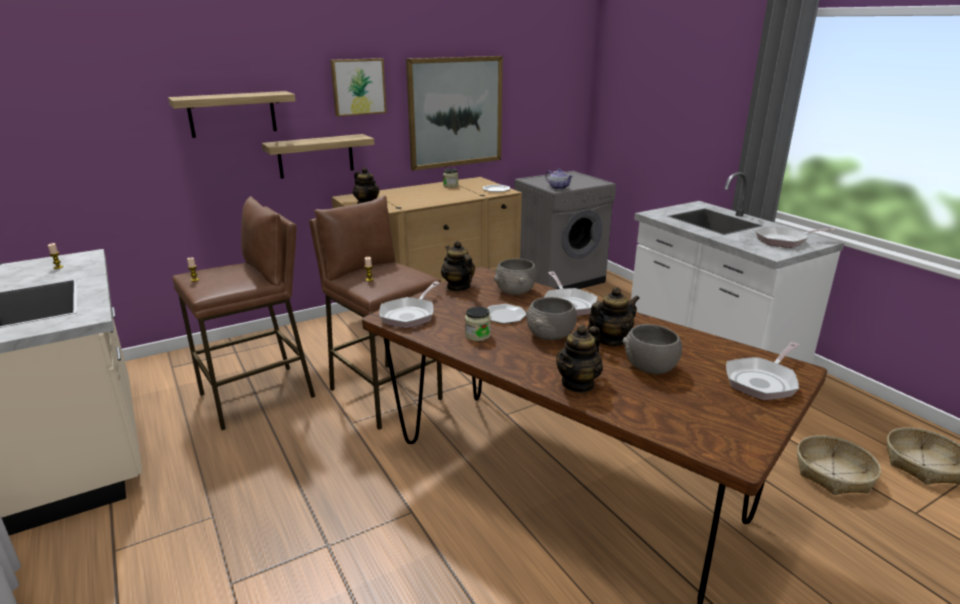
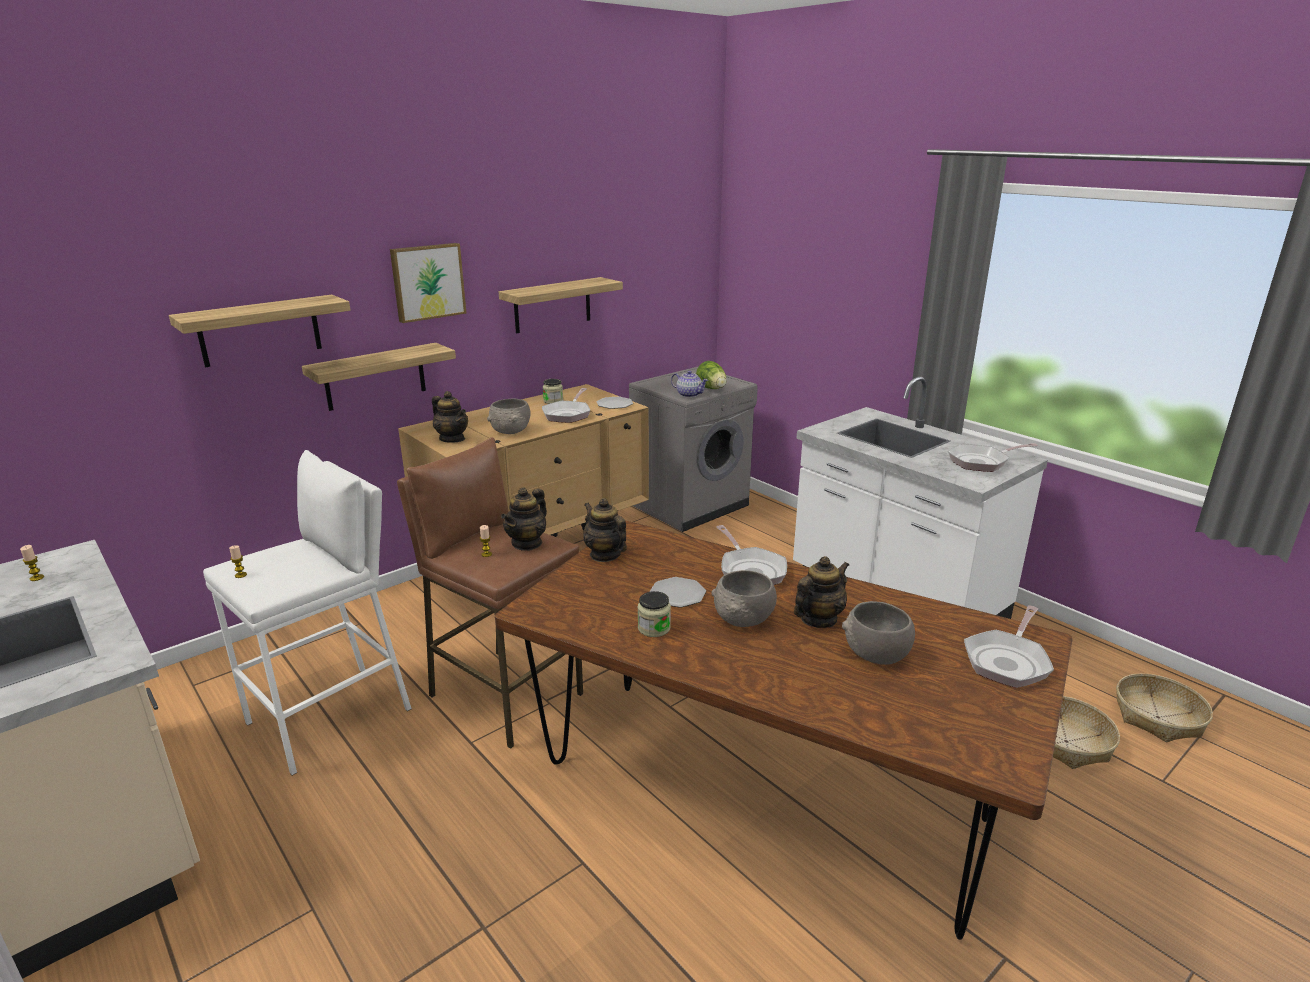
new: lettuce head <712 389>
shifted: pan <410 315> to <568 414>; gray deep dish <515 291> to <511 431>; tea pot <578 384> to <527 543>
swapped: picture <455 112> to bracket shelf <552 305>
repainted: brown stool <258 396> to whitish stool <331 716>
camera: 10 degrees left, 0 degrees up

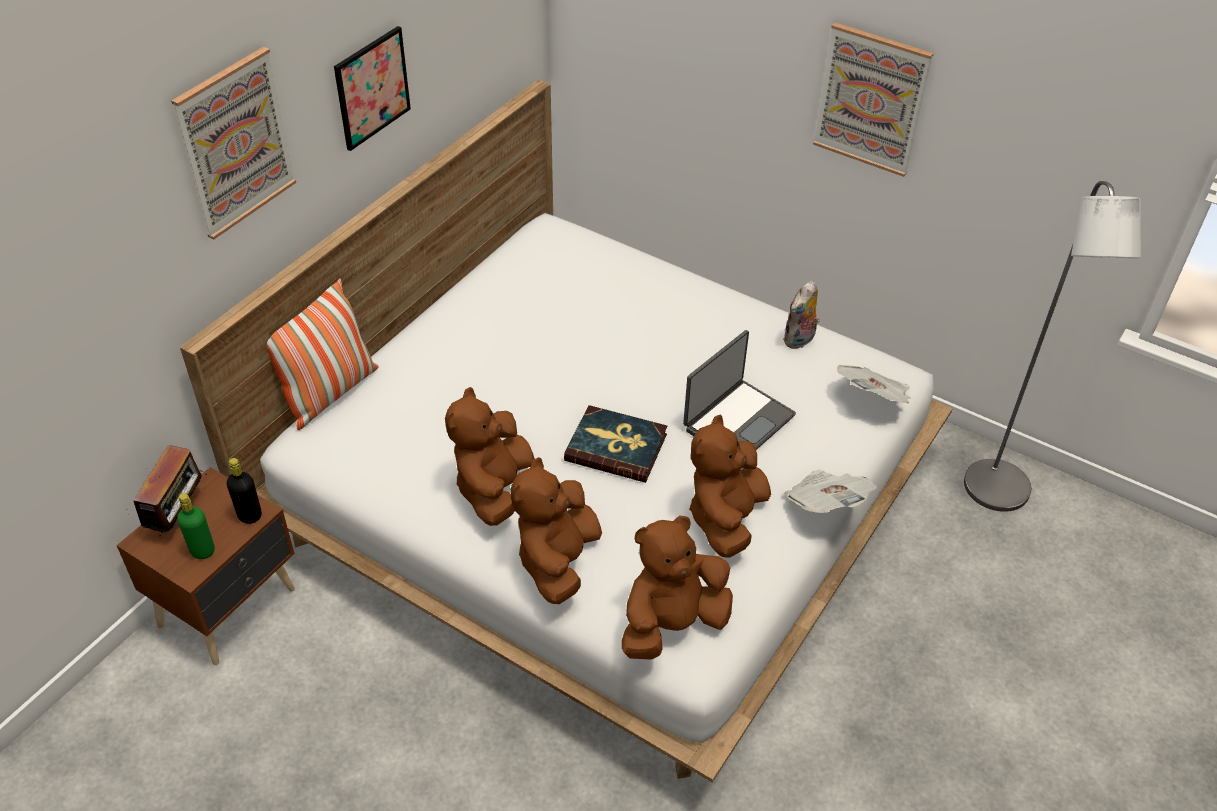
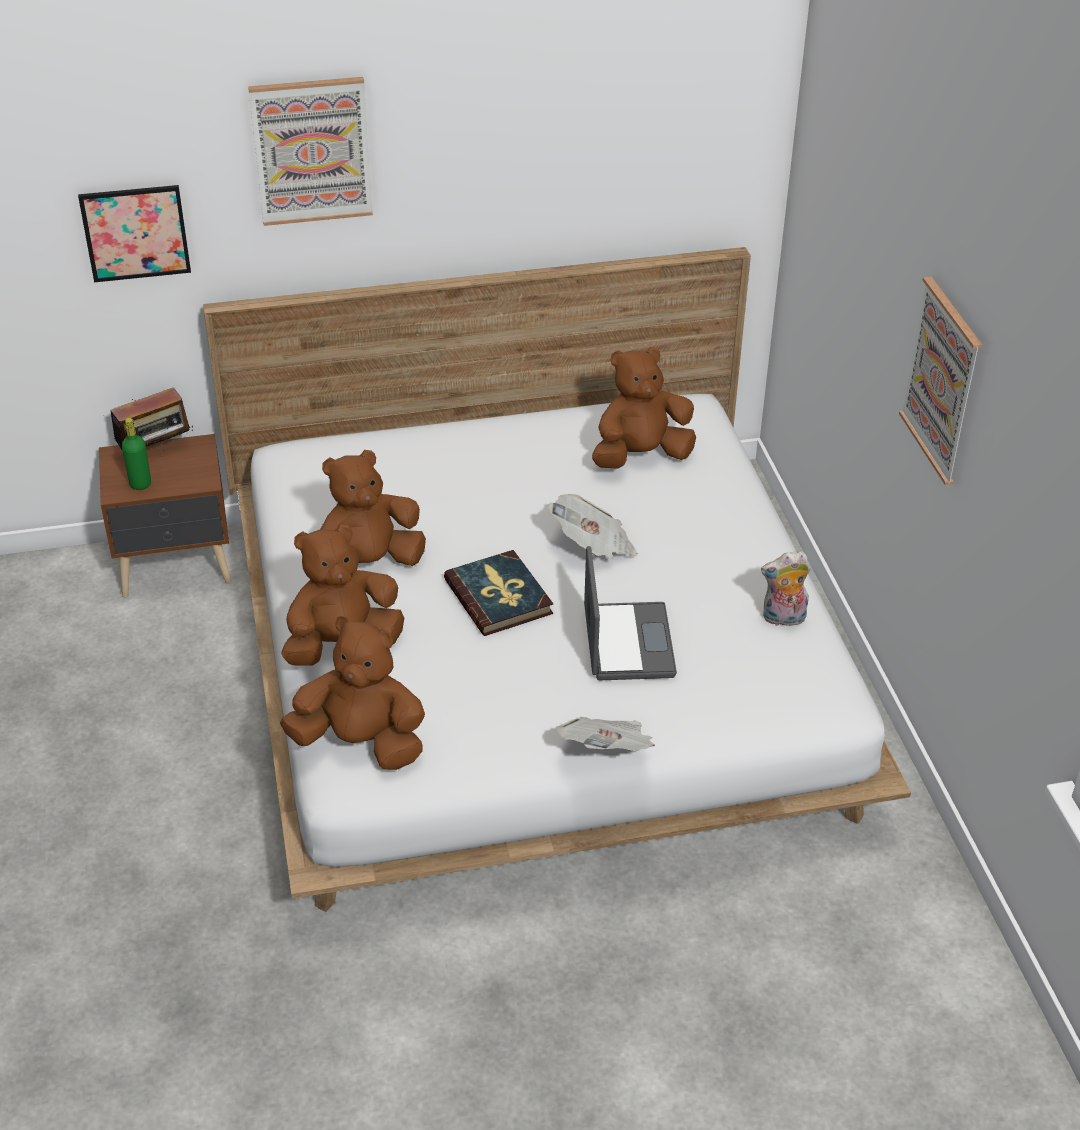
gone: blackish drink bottle <250 515>; throw pillow <329 393>; gray standard lamp <999 496>
shifted: picture <372 88> to <135 233>; brown plush toy <726 518> to <640 456>; printed paper <874 398> to <593 546>
rotated: notebook computer <737 421> = <626 643> 90 degrees counterclockwise
camera: 45 degrees right, 5 degrees down

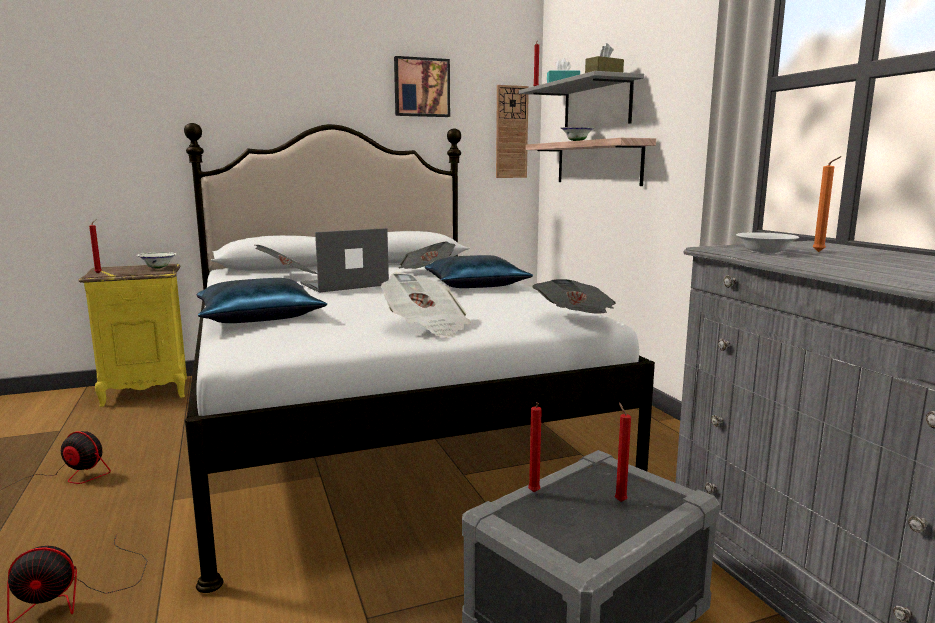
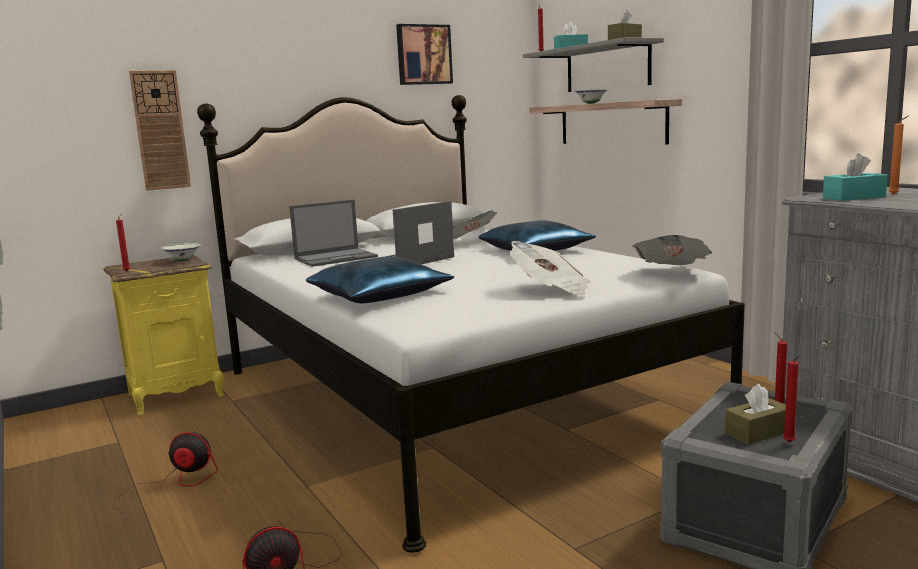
new: brown box of tissues <757 432>
shifted: clock on the wall <511 132> to <160 130>; reddish wax light <534 493> to <789 443>
swapped: printed paper <288 276> to notebook computer <336 258>; whitish deep dish <765 251> to turquoise-coloured box of tissues <853 197>
camera: 10 degrees left, 0 degrees up

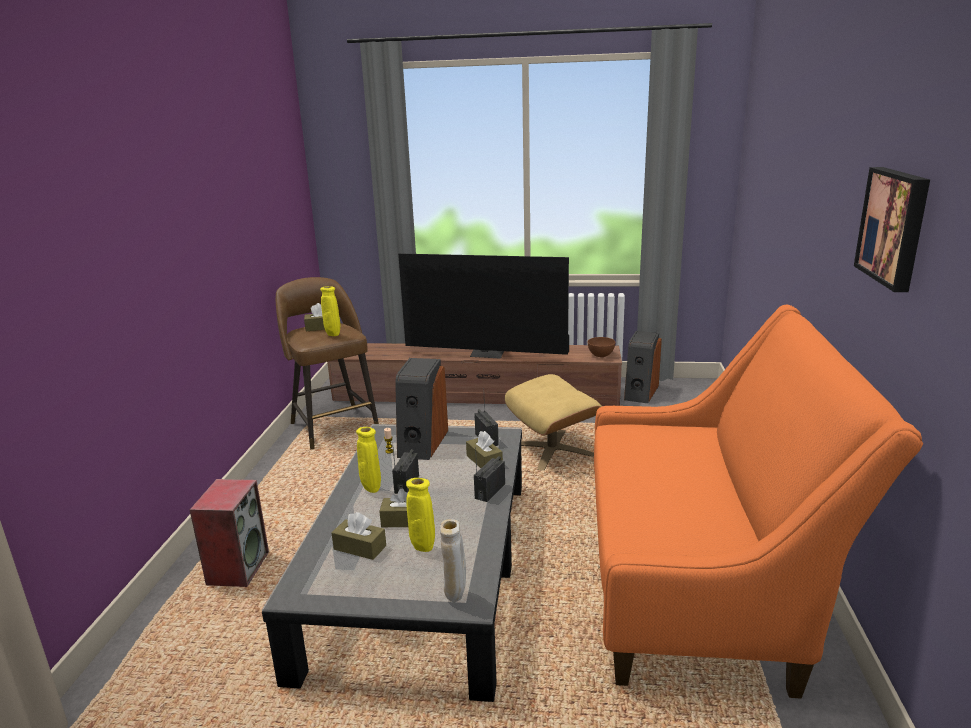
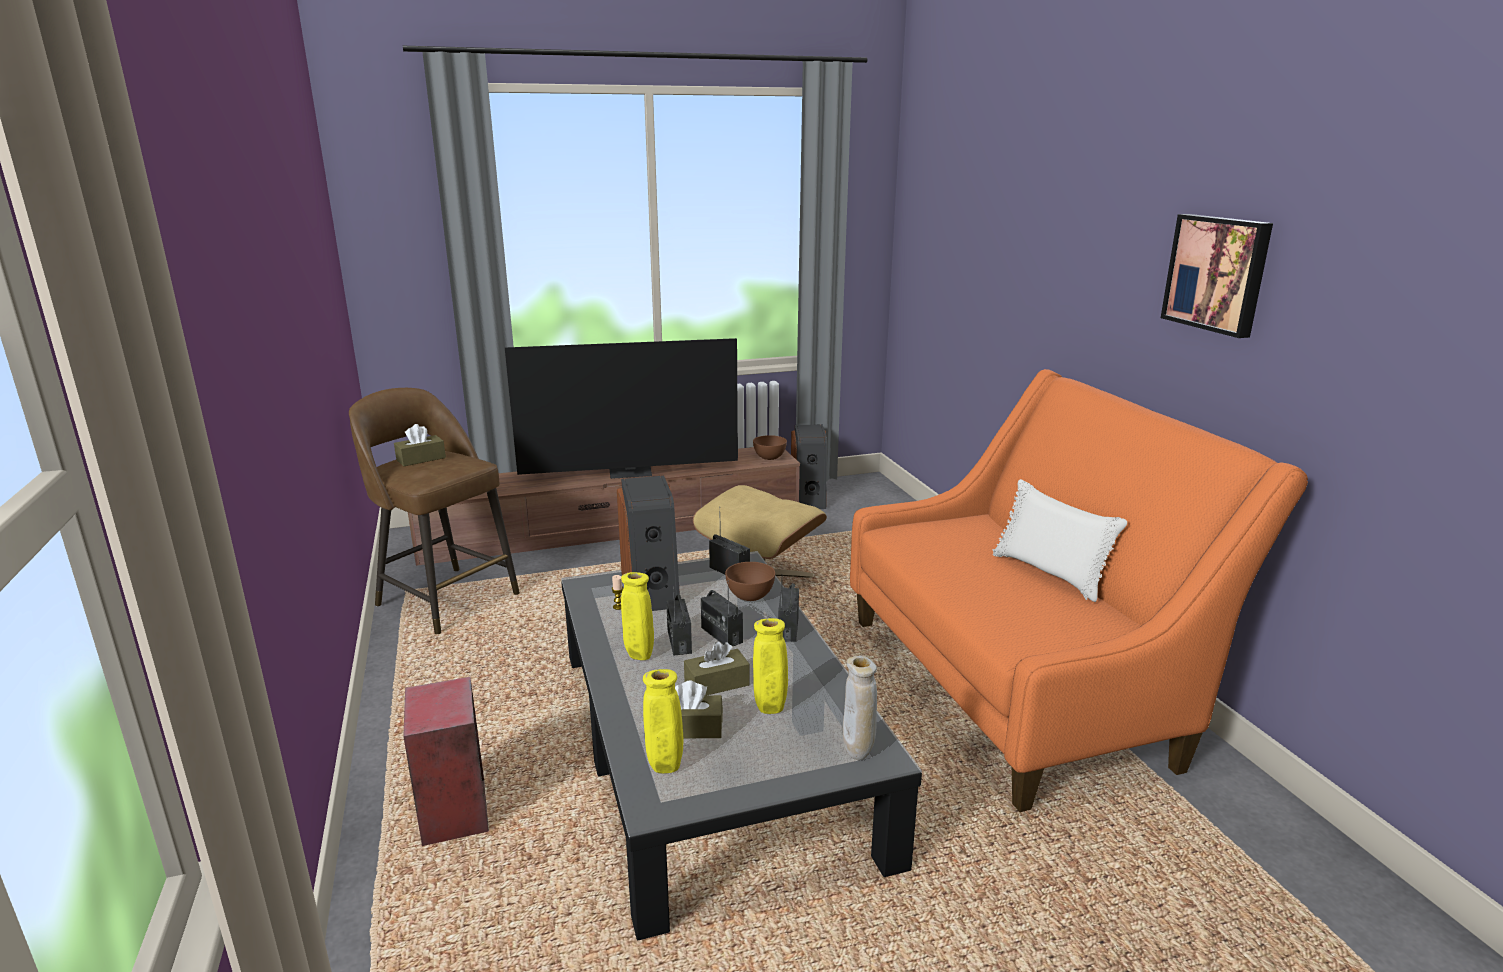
new: radio receiver <721 635>; whitish throw pillow <1050 574>
shifted: yellow-coloured flower vase <333 335> to <665 769>
swapped: brown box of tissues <484 461> to brown deep dish <749 596>
camera: 25 degrees left, 0 degrees up

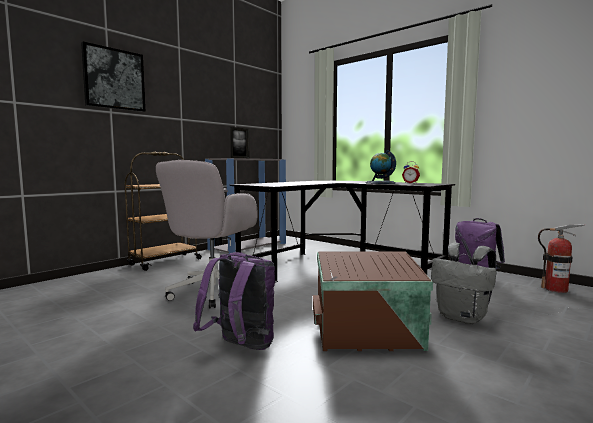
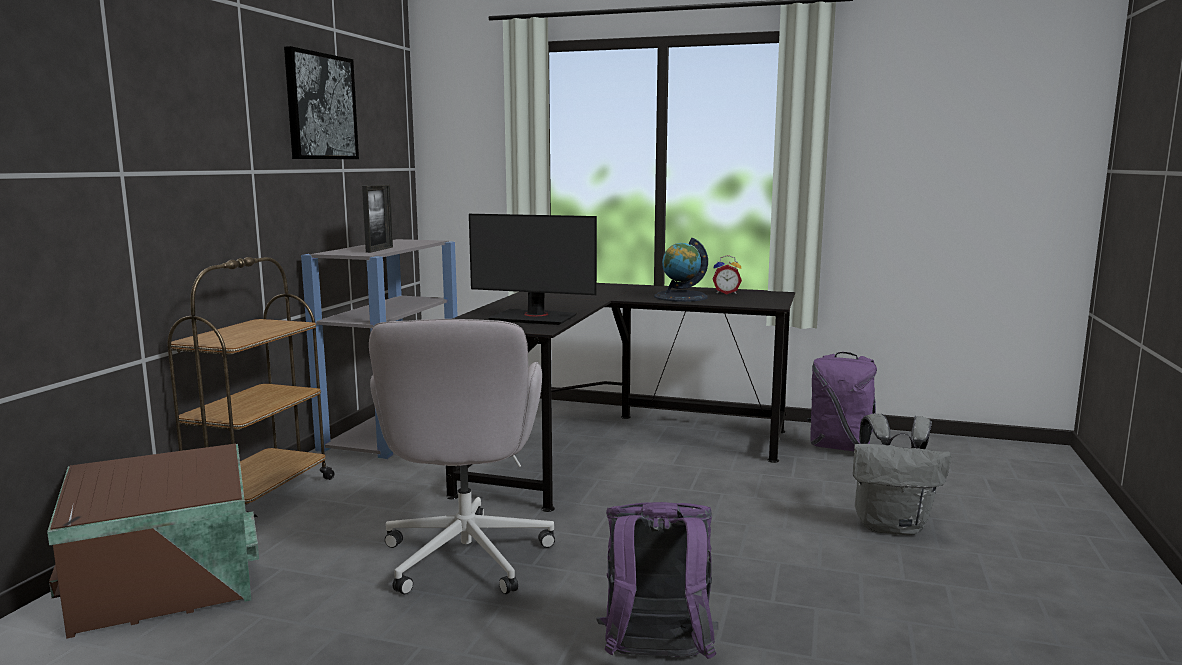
gone: extinguisher <556 289>
new: monitor <534 318>
shifted: picture <114 79> to <320 107>; brown storage container <368 332> to <167 587>
camera: 25 degrees left, 5 degrees up

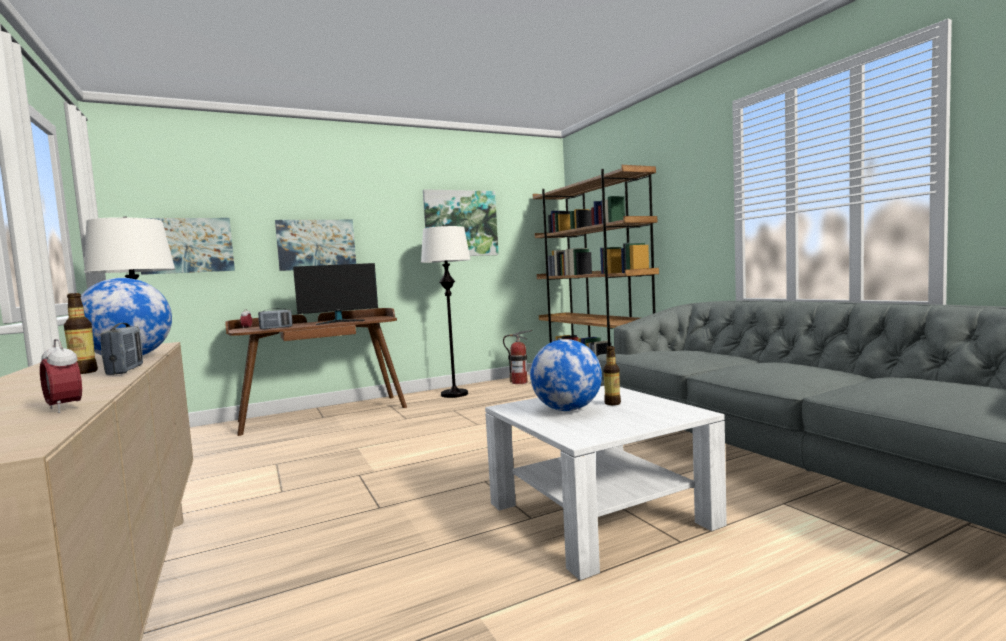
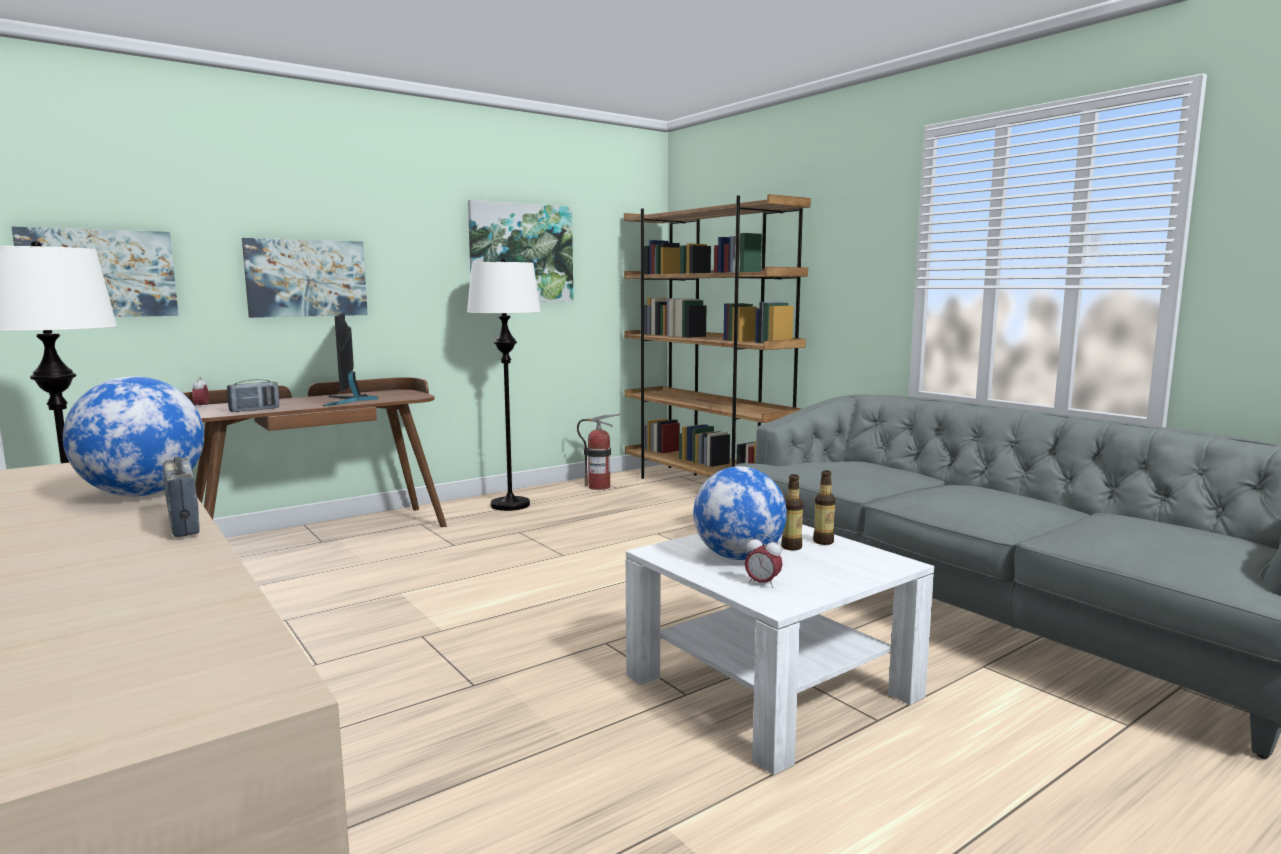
shifted: table clock <65 409> to <762 584>; drink bottle <84 372> to <823 542>
rotated: monitor <339 322> = <348 400> 105 degrees clockwise
camera: 10 degrees left, 5 degrees up

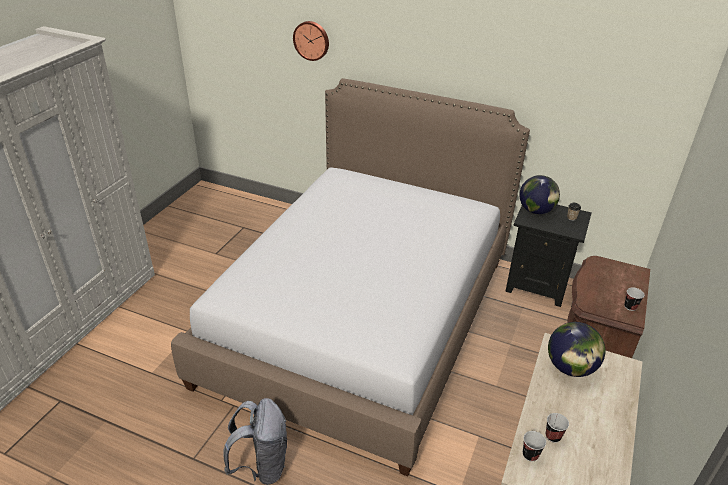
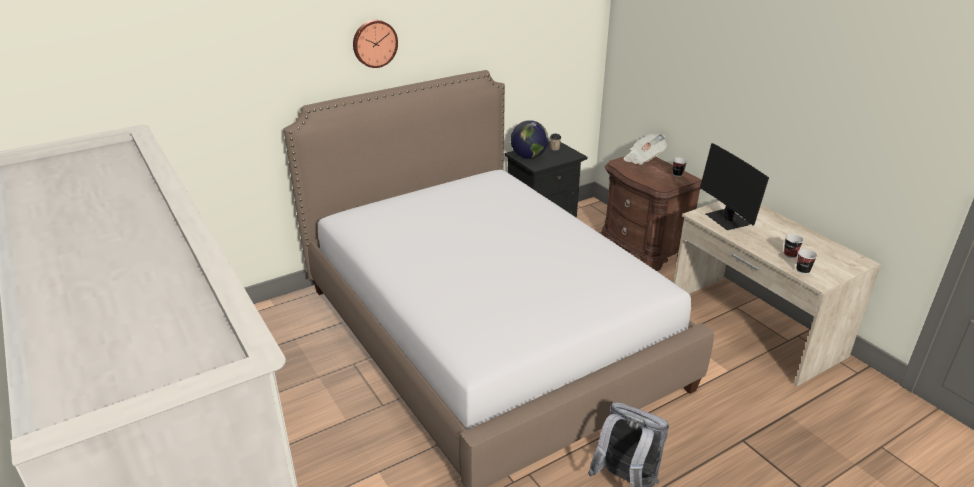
new: printed paper <643 159>
shifted: clock on the wall <311 40> to <374 43>
swapped: globe <570 368> to monitor <727 220>
camera: 55 degrees left, 5 degrees down

